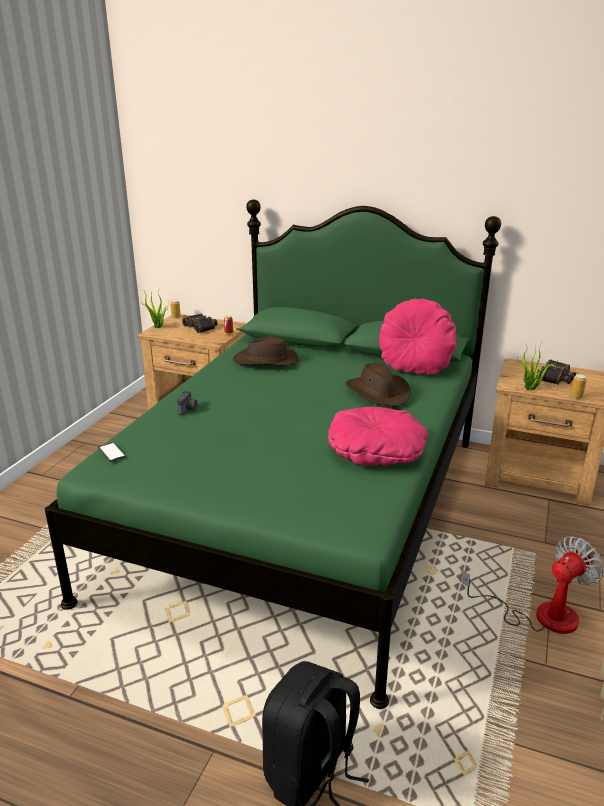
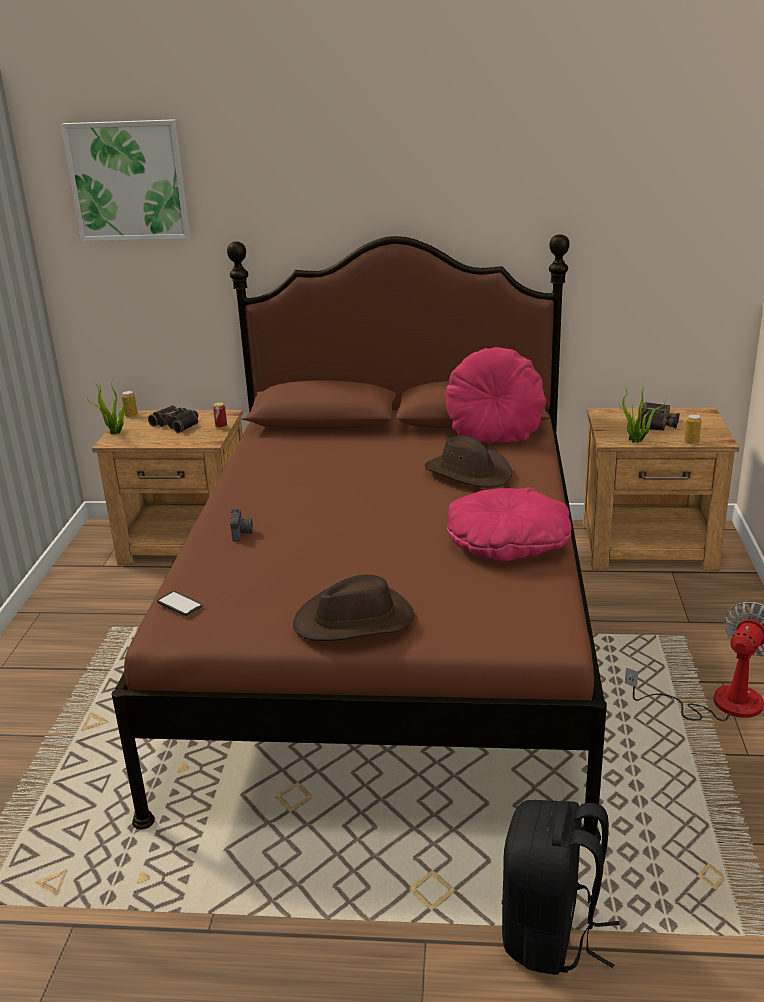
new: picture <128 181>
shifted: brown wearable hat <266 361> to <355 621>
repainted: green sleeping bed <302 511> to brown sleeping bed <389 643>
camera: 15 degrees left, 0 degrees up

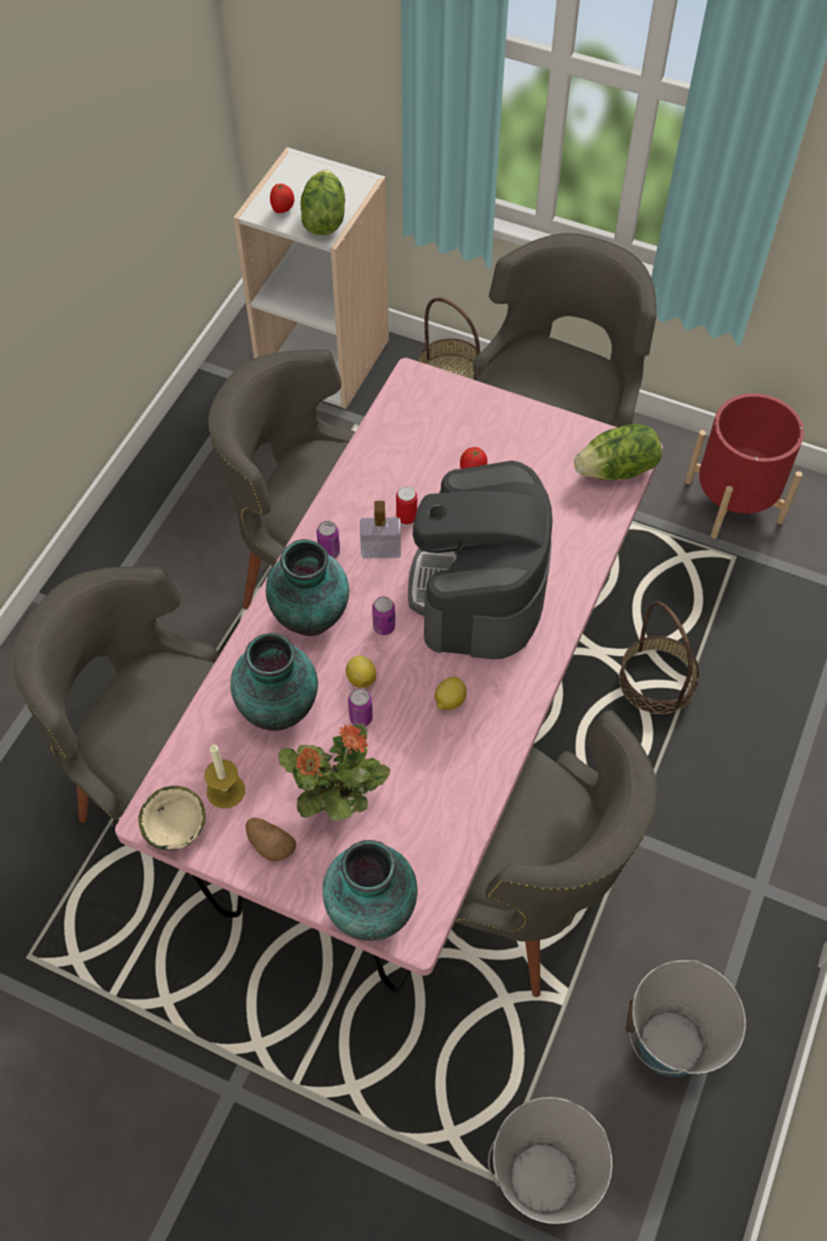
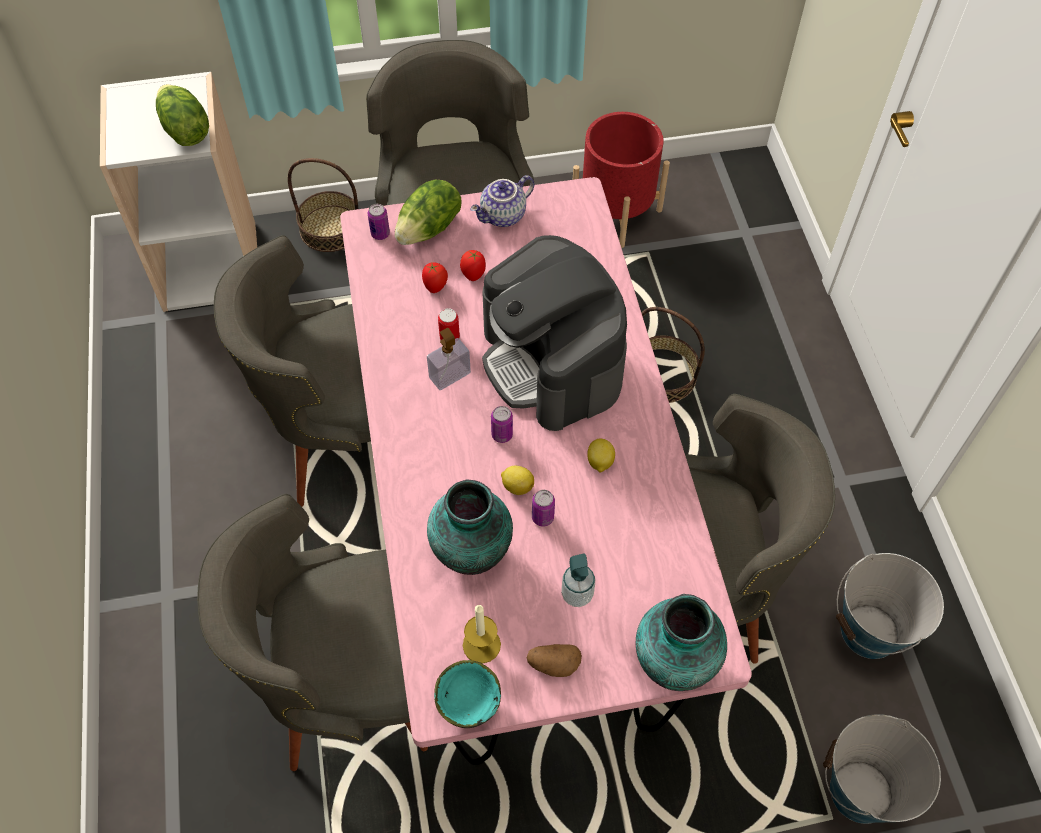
gone: flower vase <312 619>
new: tea pot <503 216>
shifted: fresh tomato <283 210> to <435 287>; sealed can <329 552> to <380 234>; lettuce head <617 470> to <430 228>
swapped: potted plant <336 800> to soap bottle <577 594>
repainted: beige-coloured deep dish <178 830> to turquoise-coloured deep dish <469 702>
camera: 35 degrees left, 0 degrees up

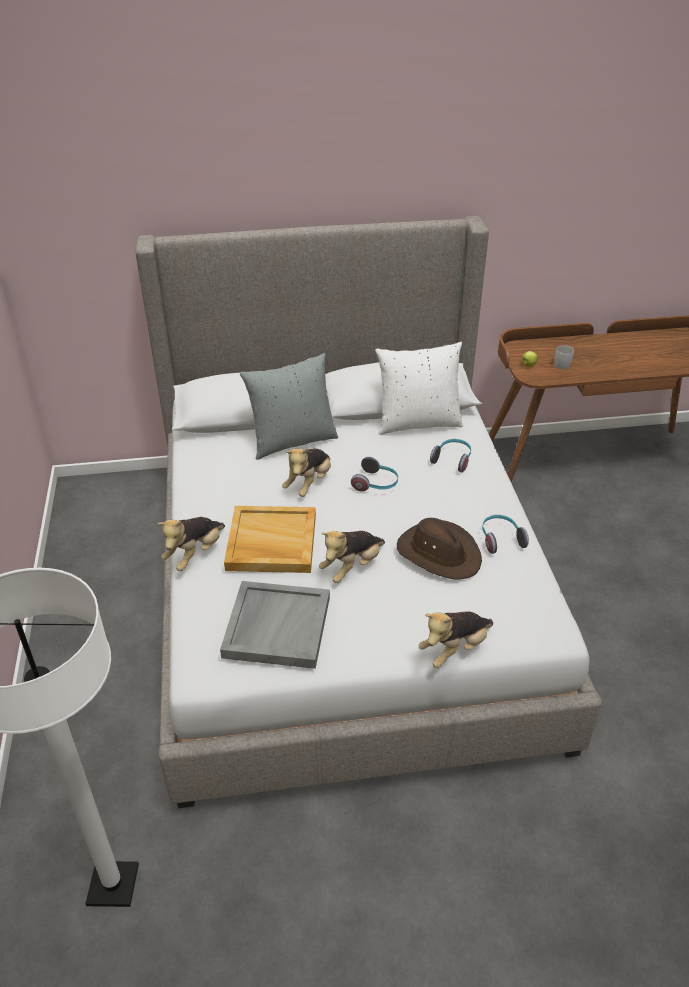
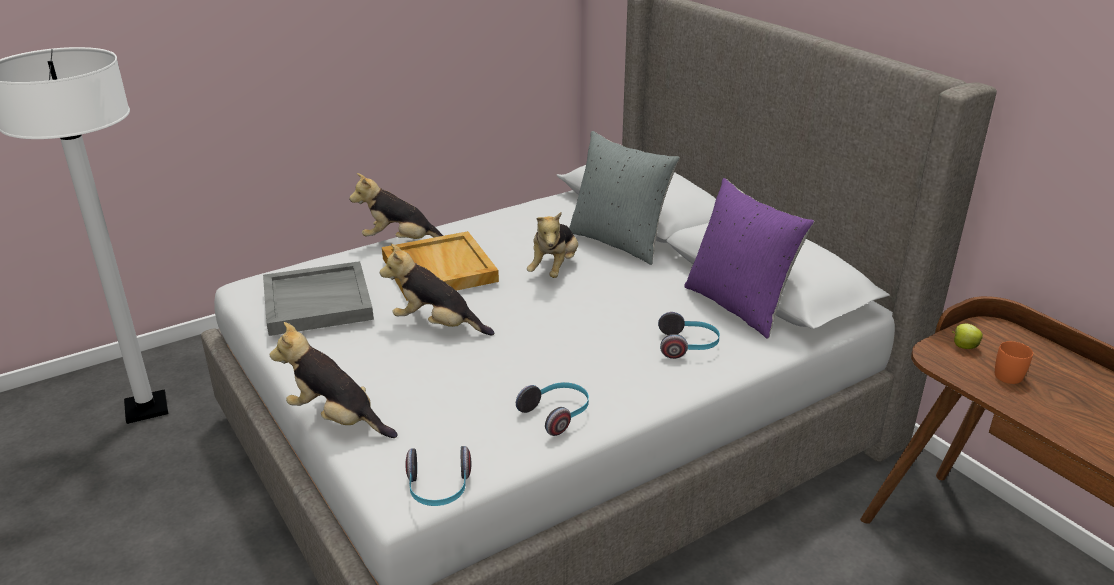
gone: brown wearable hat <439 553>
shifted: headset <376 484> to <438 490>
repainted: whitish throw pillow <417 423> to purple-coloured throw pillow <739 306>; whitish mug <560 364> to orange-coloured mug <1011 374>
rotated: plush toy <309 483> = <554 269> 75 degrees counterclockwise
camera: 65 degrees right, 10 degrees down

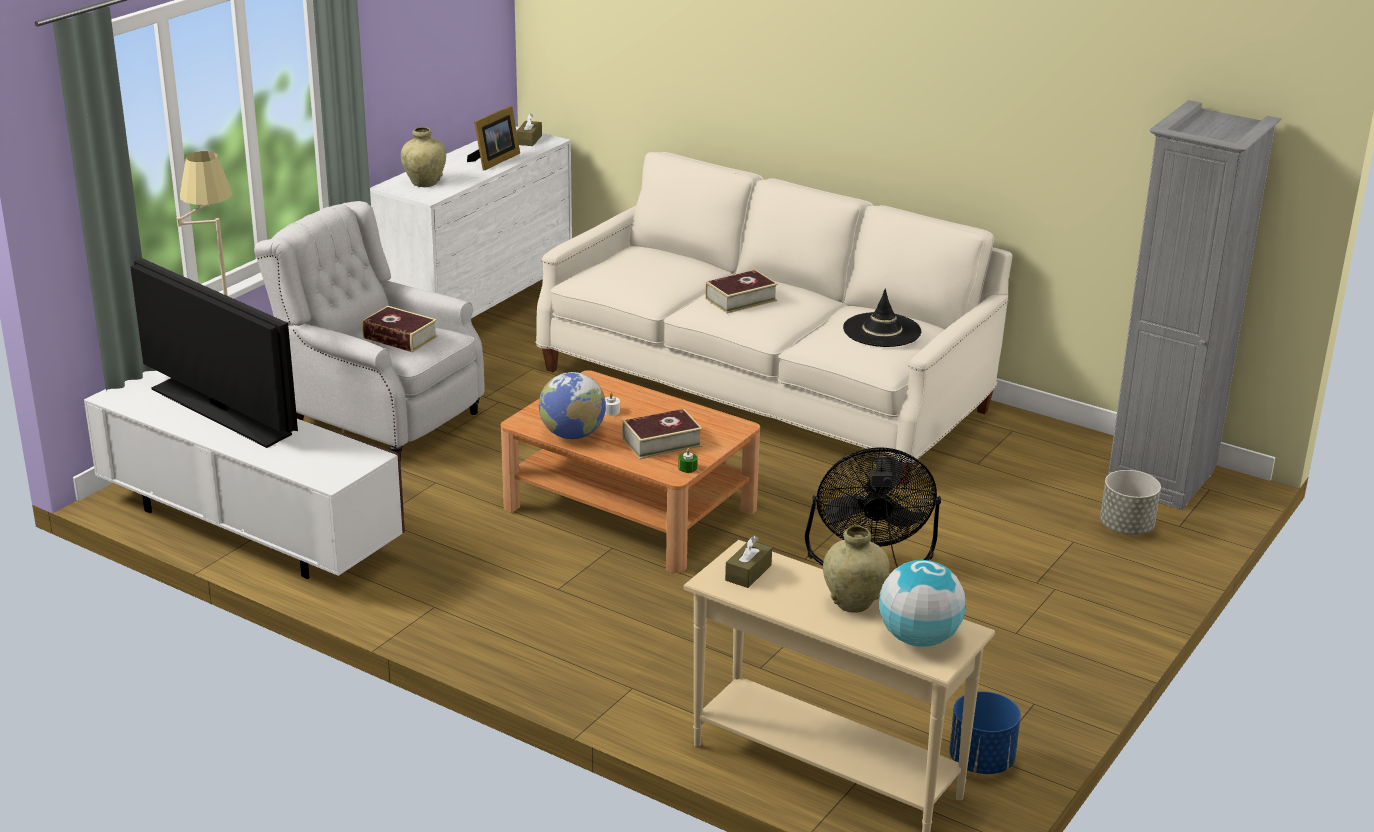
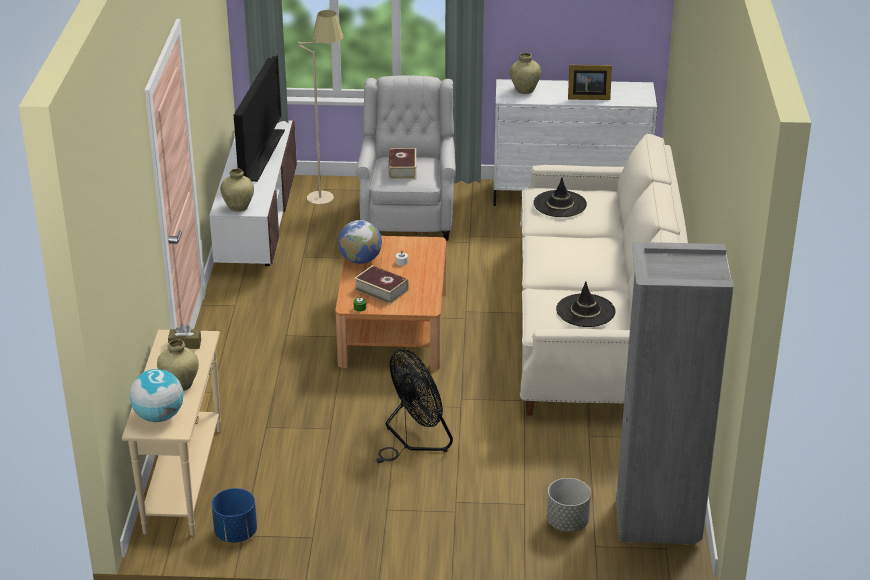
gone: brown box of tissues <529 140>; bound book <740 299>
new: beige-coloured flower vase <238 207>; blackish wearable hat <560 204>
camera: 60 degrees right, 5 degrees up

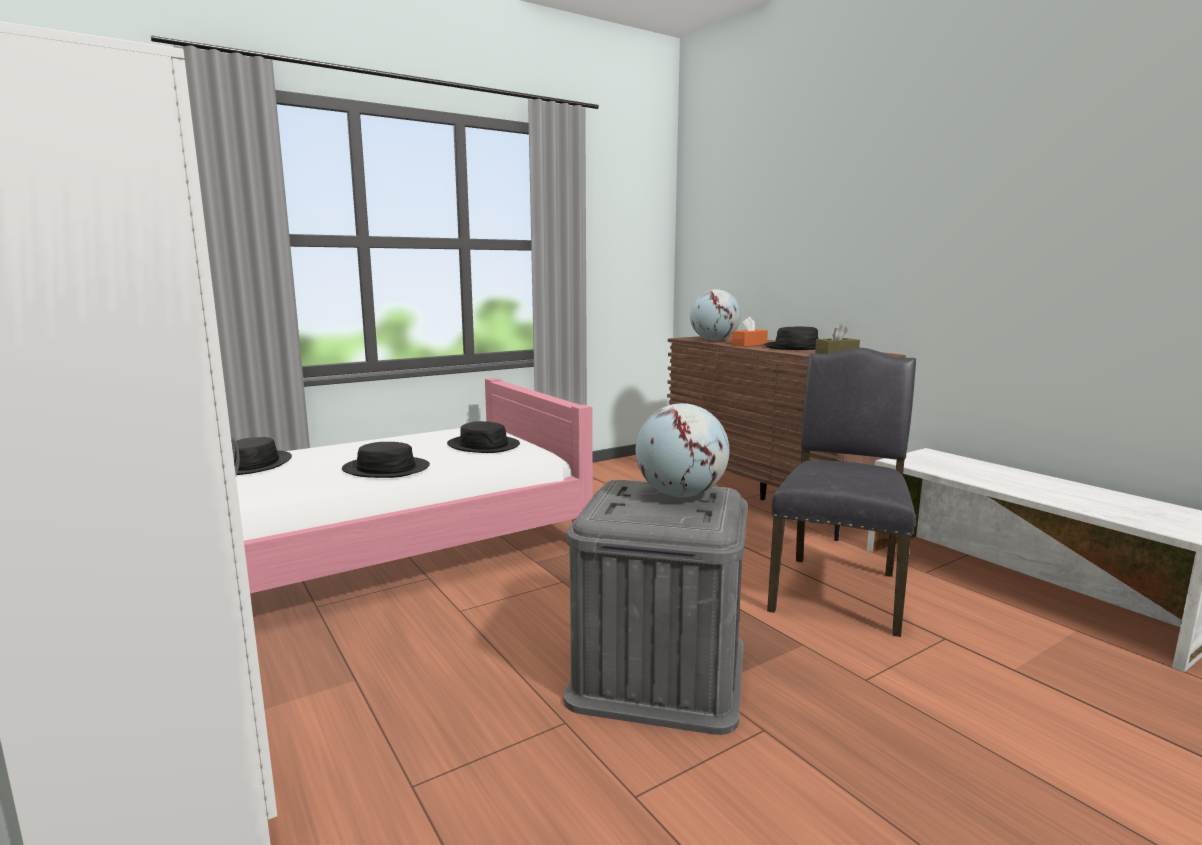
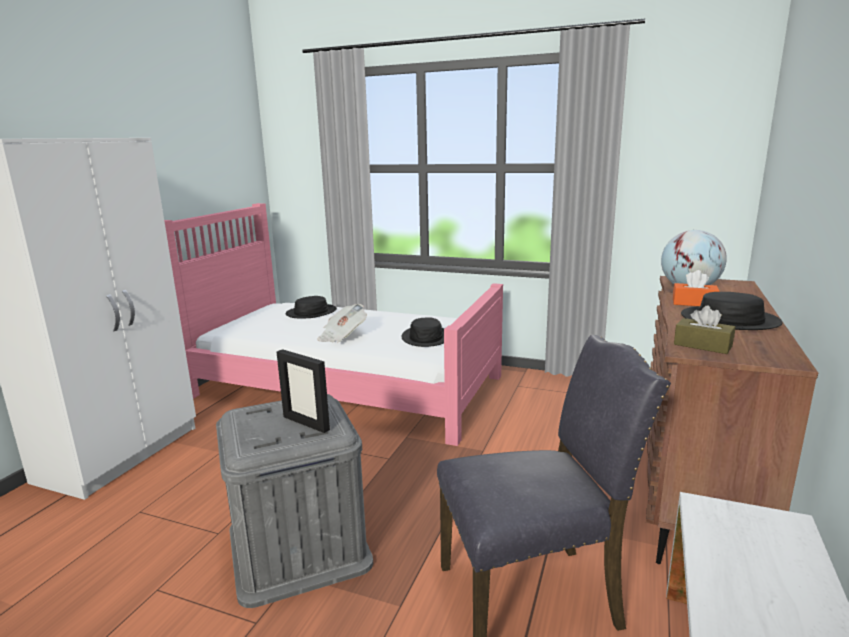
swapped: blackish wearable hat <386 469> to printed paper <342 336>; globe <681 495> to standing frame <307 422>
camera: 55 degrees right, 5 degrees up

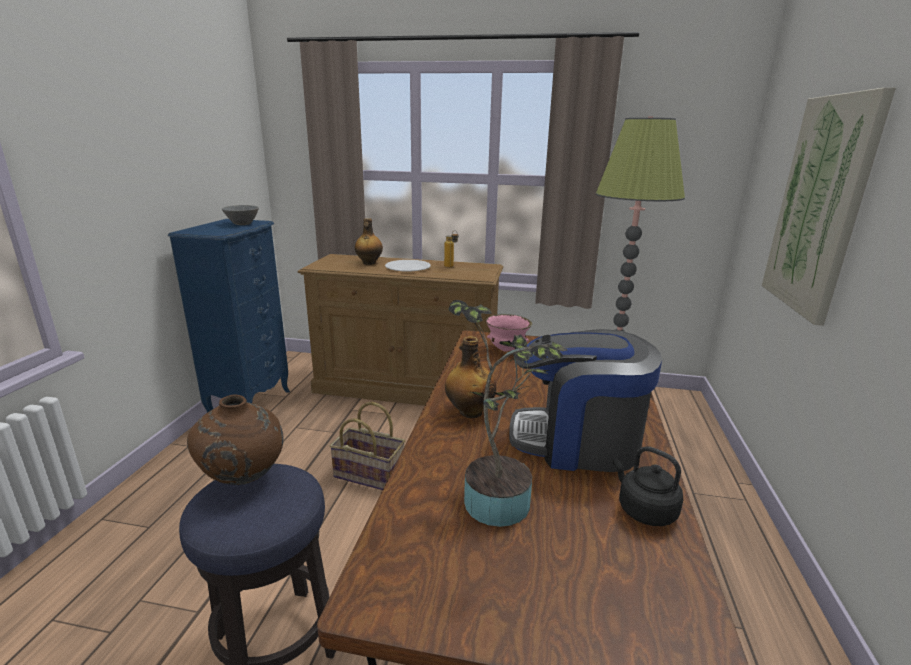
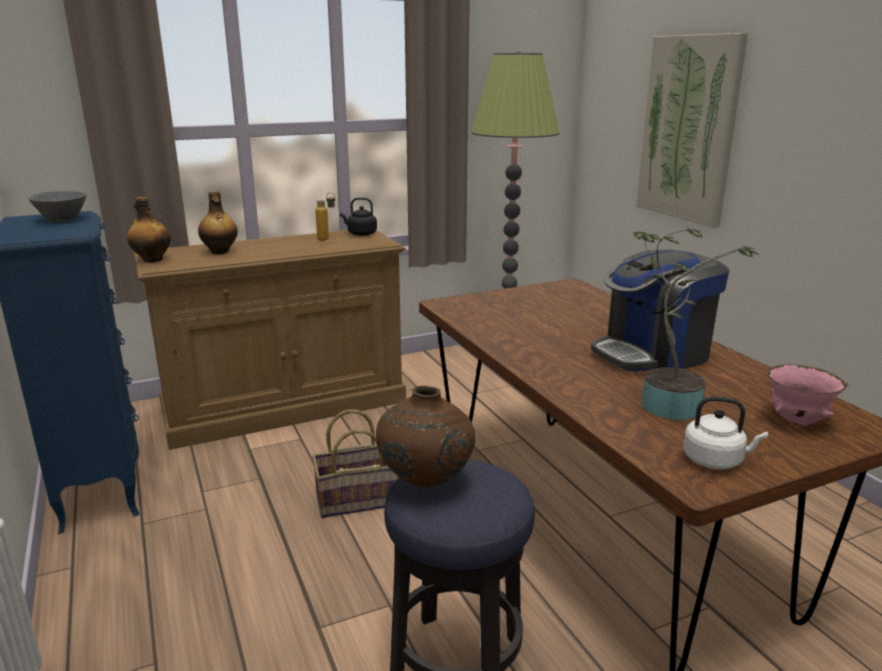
gone: whitish plate <408 267>
new: whitish tea kettle <715 460>
shifted: drink bottle <469 412> to <152 260>; pinkish deep dish <506 349> to <797 421>; blackish tea kettle <643 510> to <360 234>
camera: 35 degrees left, 0 degrees up

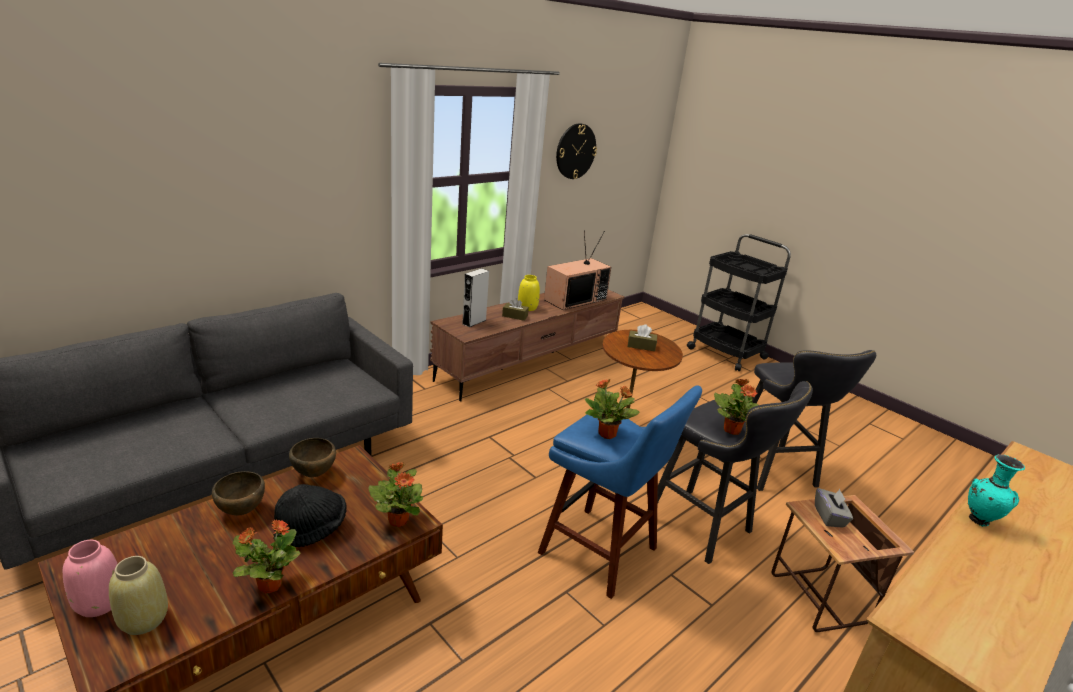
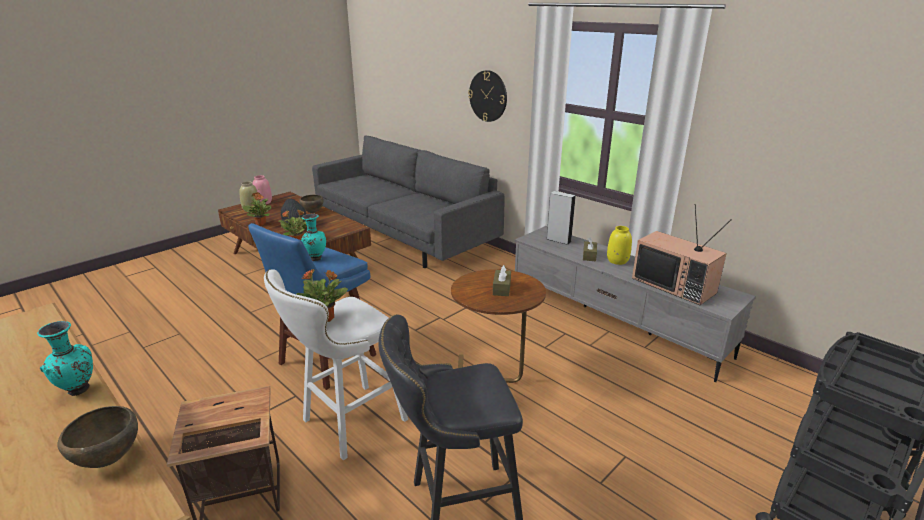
gone: gray box of tissues <829 517>
shifted: brown deep dish <314 474> to <108 460>; clock on the wall <575 151> to <488 96>
swapped: potted plant <607 434> to turquoise-coloured flower vase <315 258>
repainted: brown tv stand <529 361> to gray tv stand <615 321>; blackish stool <708 531> to whitish stool <344 426>
camera: 90 degrees right, 0 degrees up

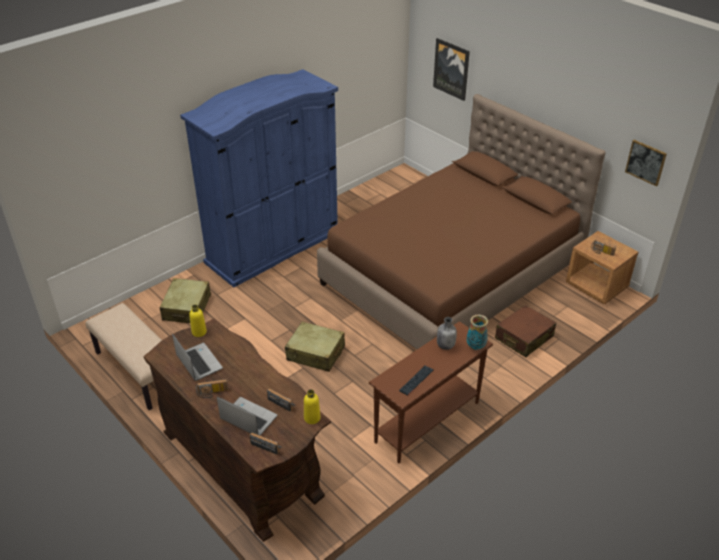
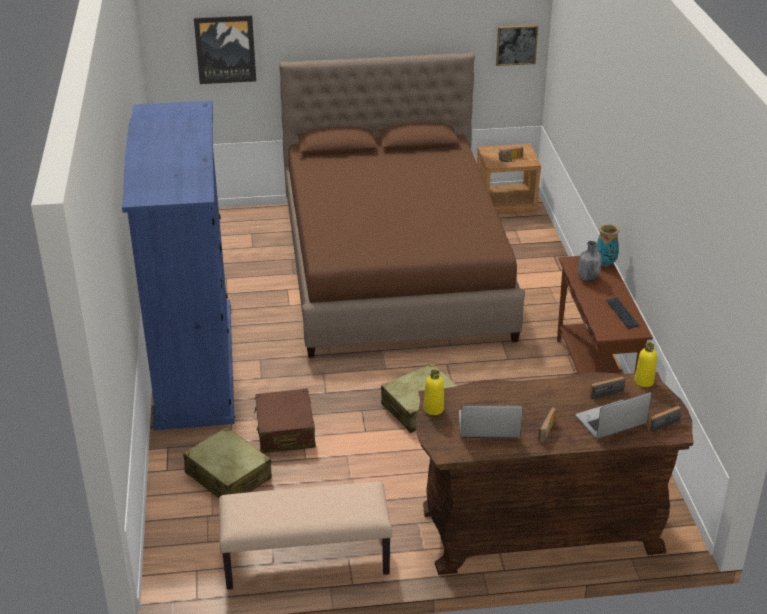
shifted: brown travel case <523 338> to <285 431>
camera: 55 degrees left, 5 degrees down

